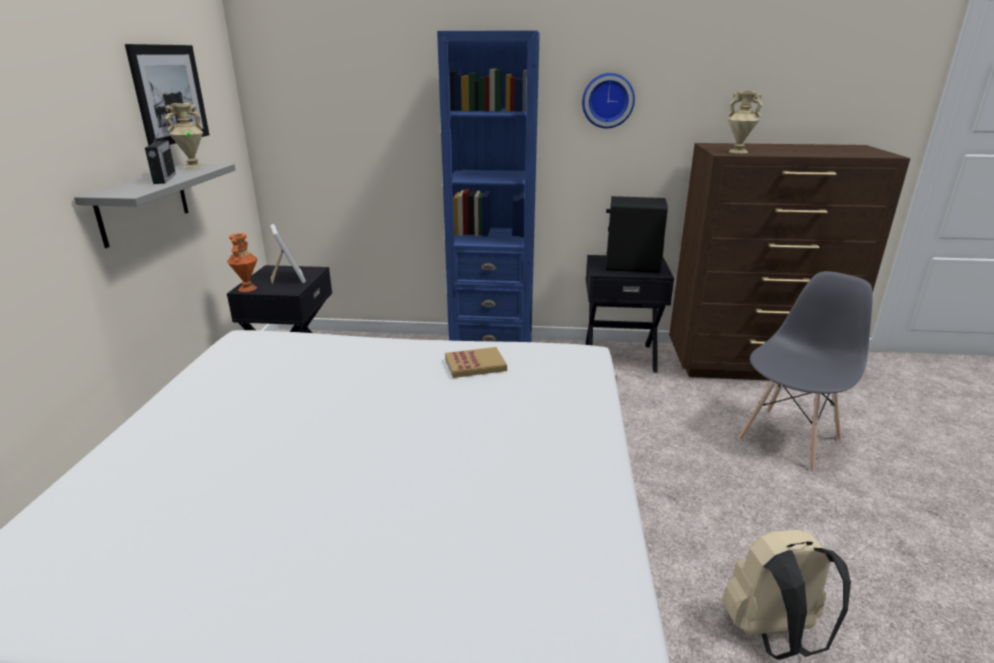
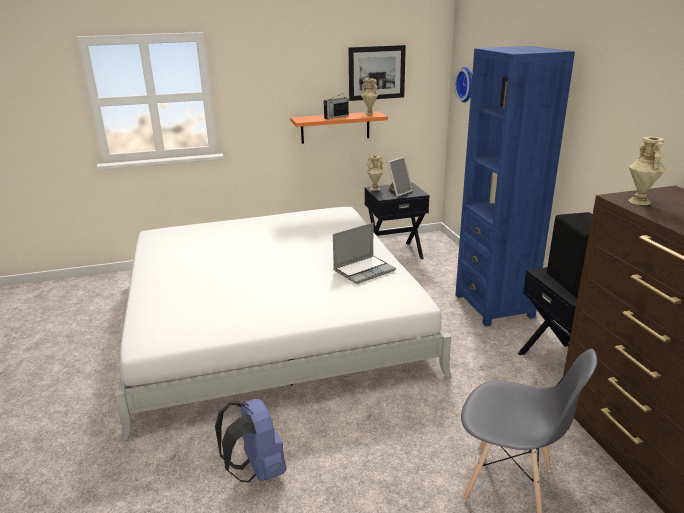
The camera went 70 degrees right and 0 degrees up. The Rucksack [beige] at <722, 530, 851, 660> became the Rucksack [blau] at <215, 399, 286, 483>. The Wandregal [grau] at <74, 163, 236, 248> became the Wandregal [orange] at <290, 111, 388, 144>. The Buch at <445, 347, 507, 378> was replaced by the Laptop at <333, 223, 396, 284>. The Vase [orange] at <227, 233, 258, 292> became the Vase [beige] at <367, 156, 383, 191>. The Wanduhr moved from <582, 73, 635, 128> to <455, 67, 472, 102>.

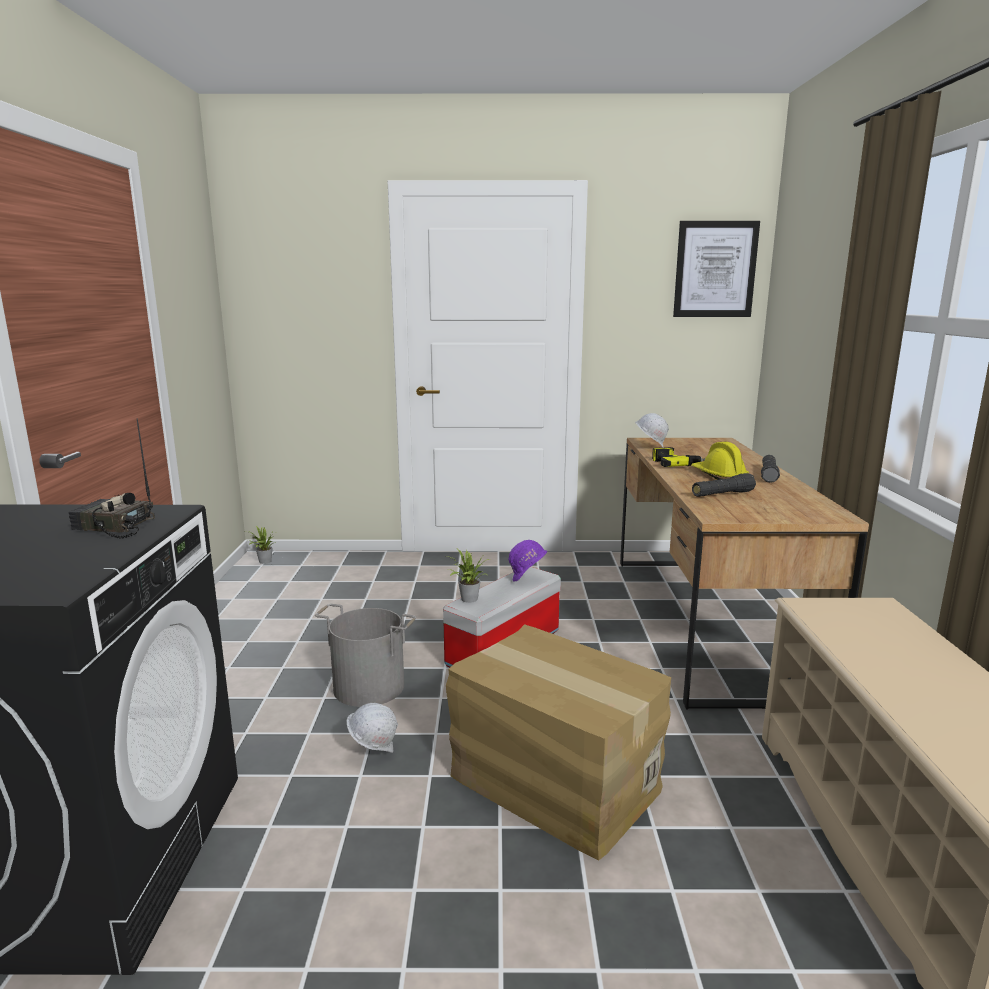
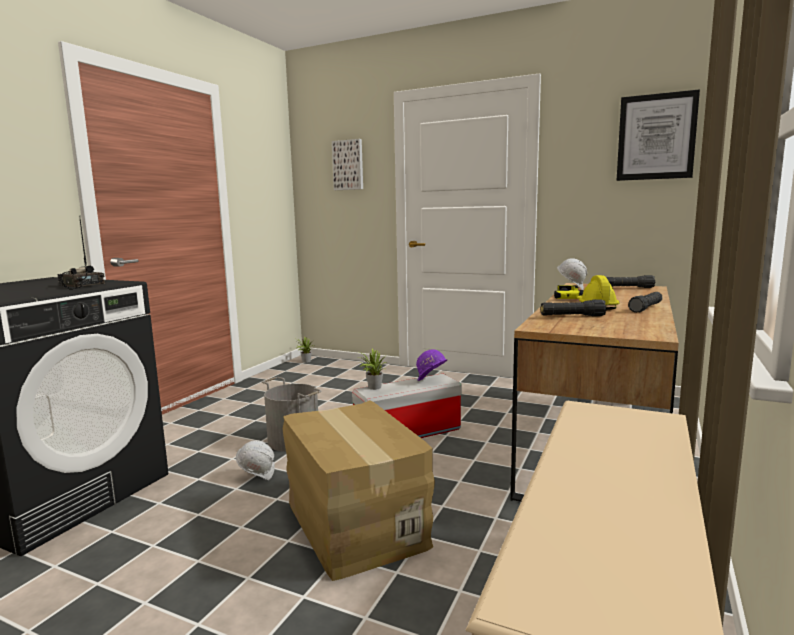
The camera went 25 degrees right and 5 degrees down. The Bild at <332, 139, 363, 190> appeared. The Taschenlampe [schwarz] at <606, 275, 655, 288> appeared.

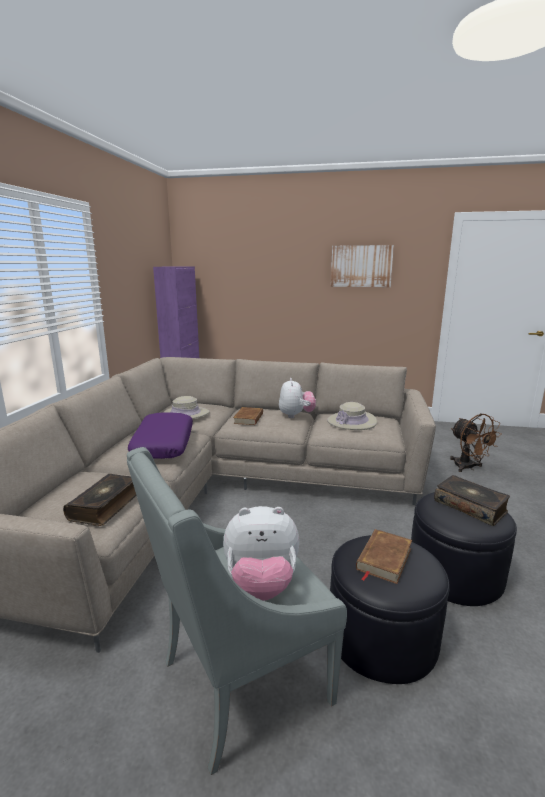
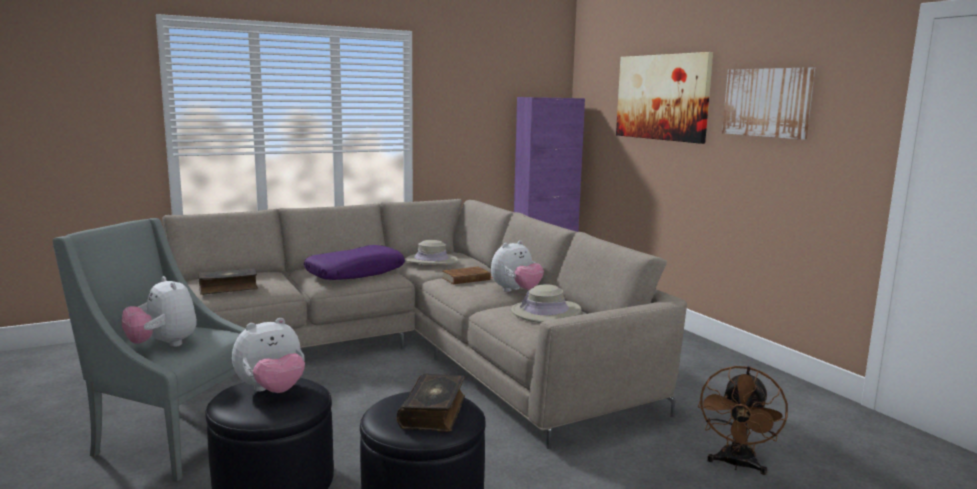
The camera went 50 degrees right and 5 degrees down. The Buch [braun] at <356, 529, 412, 584> was replaced by the Plüschtier at <232, 318, 305, 393>. The Bild at <616, 52, 713, 144> appeared.

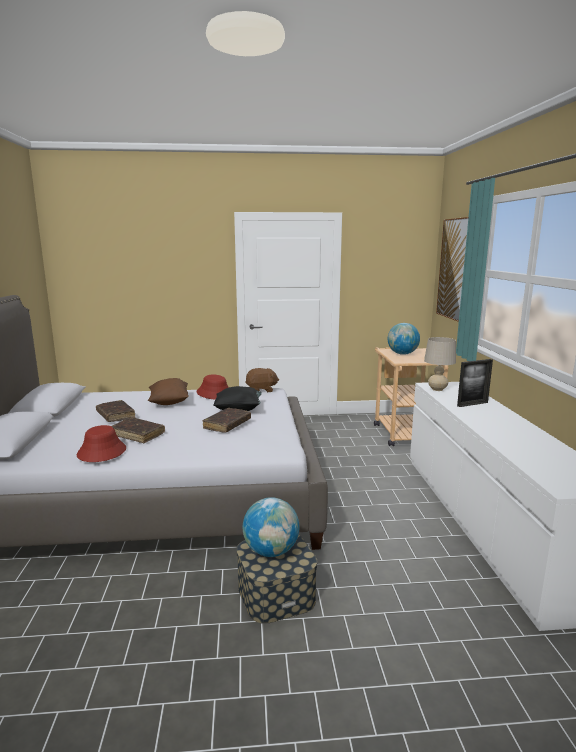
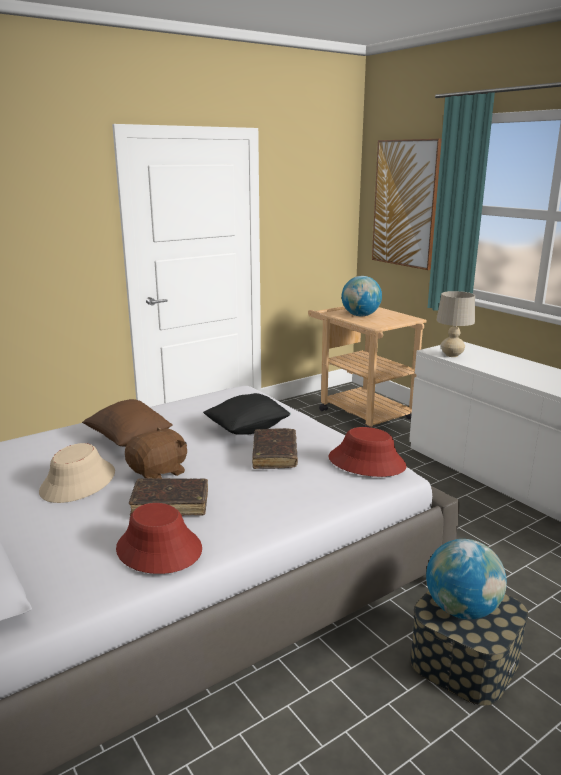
The camera went 30 degrees left and 5 degrees up. The Buch [braun] at <96, 400, 135, 422> was replaced by the Hut [beige] at <39, 443, 115, 503>. The Plüschtier [braun] moved from <245, 368, 279, 392> to <125, 427, 187, 478>. The Hut [rot] moved from <196, 375, 229, 400> to <328, 427, 406, 477>. The Bilderrahmen at <457, 359, 493, 407> disappeared.

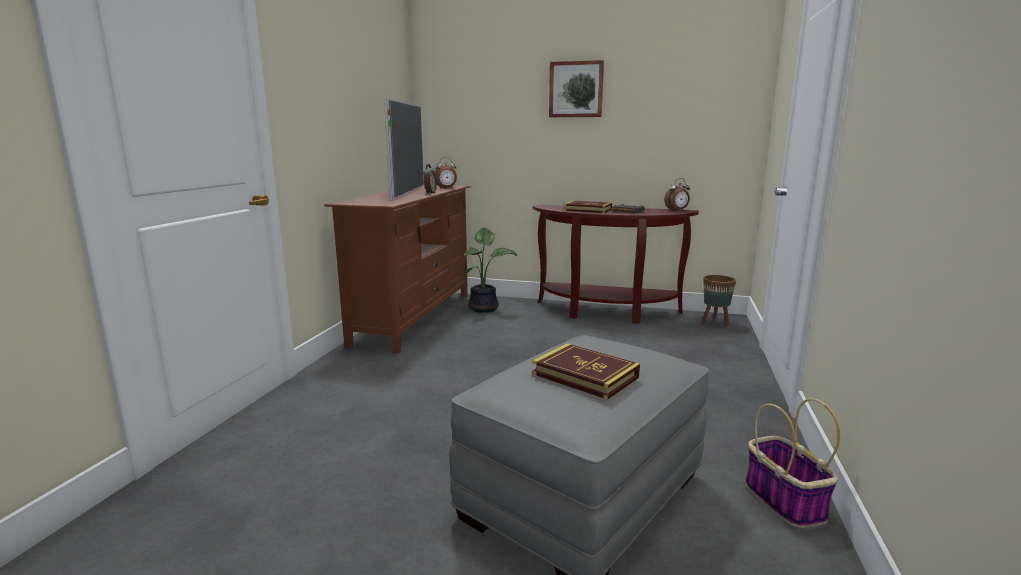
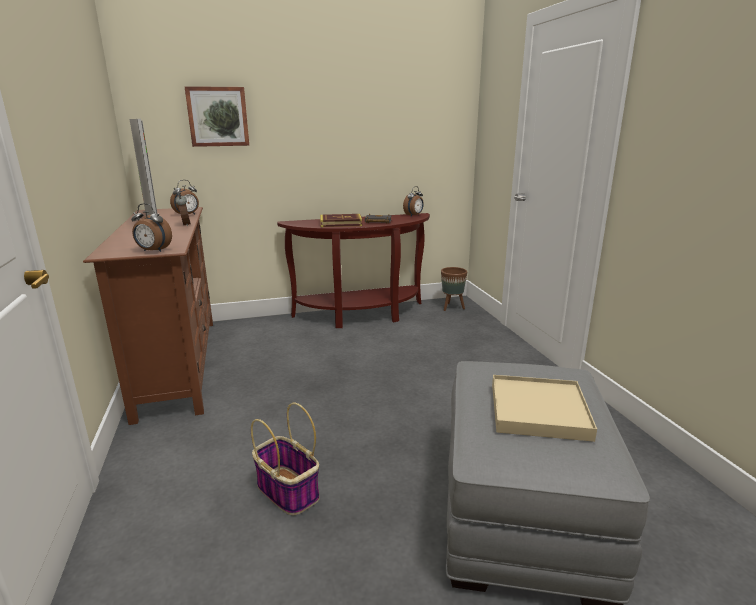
The camera went 30 degrees left and 5 degrees up. The Wecker at <131, 203, 172, 252> appeared. The Bild moved from <549, 60, 604, 117> to <184, 86, 249, 147>. The Korb moved from <745, 398, 840, 528> to <251, 402, 320, 515>. The Buch at <532, 343, 640, 400> was replaced by the Tablett [beige] at <492, 375, 597, 442>. The Topfpflanze at <459, 228, 517, 313> disappeared.

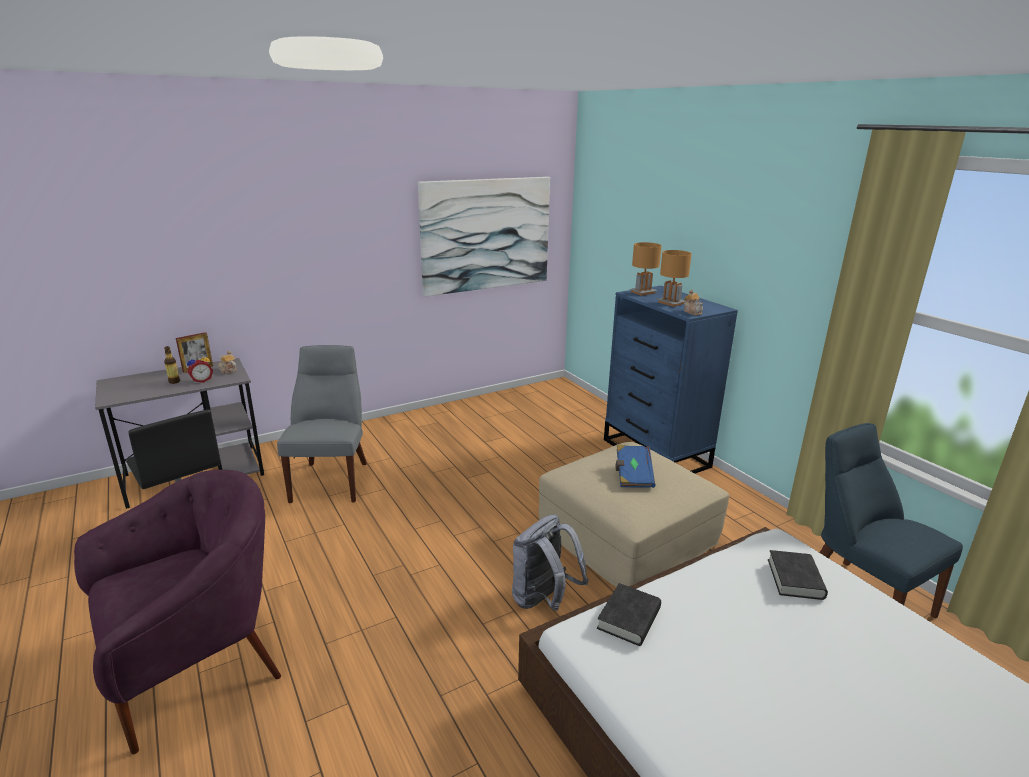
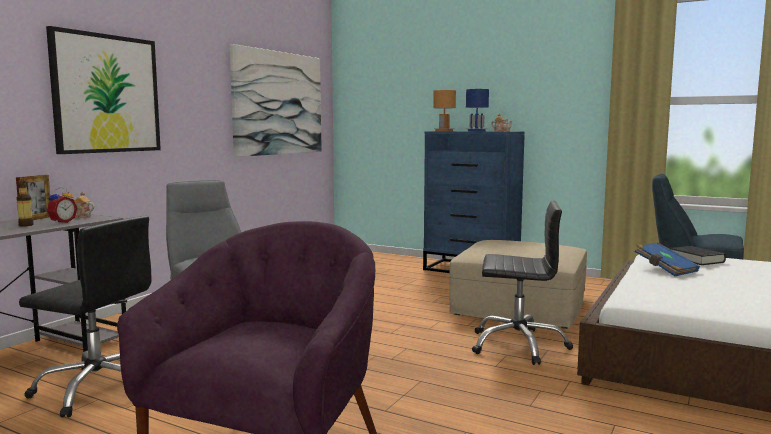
The camera went 30 degrees left and 15 degrees down. The Bild at <46, 26, 161, 154> appeared. The Tischlampe [braun] at <656, 250, 692, 307> became the Tischlampe [blau] at <466, 89, 489, 131>. The Rucksack [grau] at <512, 515, 588, 611> was replaced by the Bürostuhl [schwarz] at <472, 200, 573, 365>. The Buch [blau] moved from <615, 445, 656, 488> to <635, 243, 700, 276>. The Buch [schwarz] at <597, 583, 661, 646> disappeared.

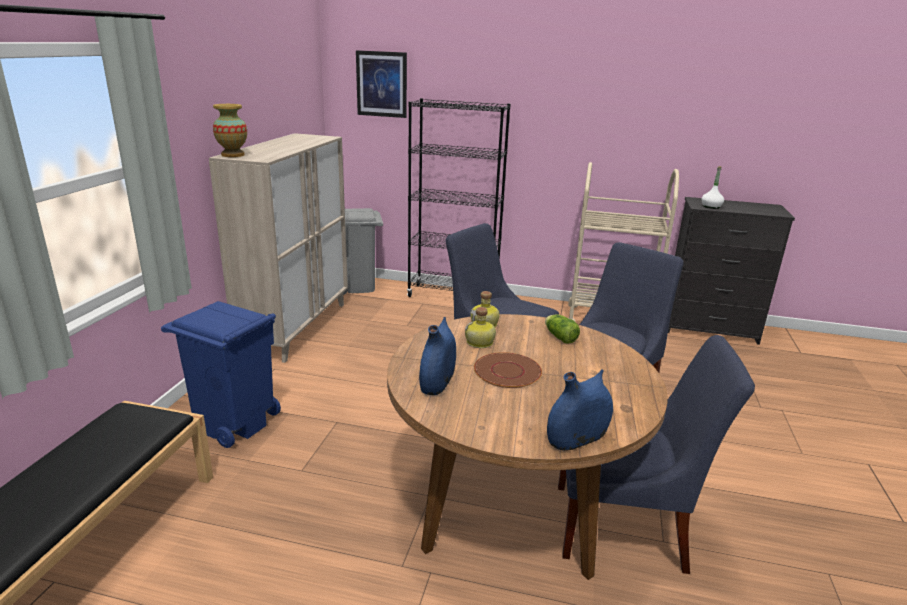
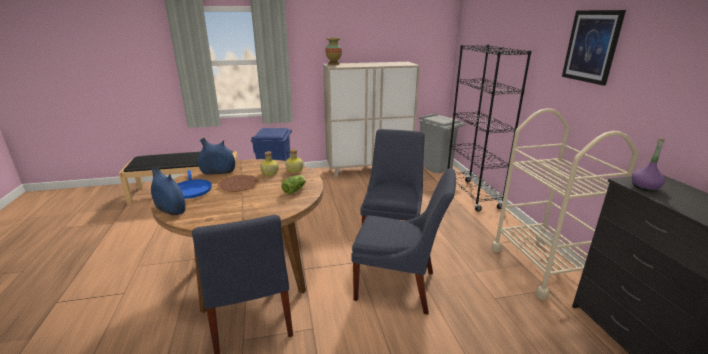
The camera went 65 degrees right and 0 degrees up. The Pfanne [blau] at <177, 170, 212, 199> appeared. The Bild moved from <356, 50, 407, 118> to <562, 10, 626, 86>. The Flasche [weiß] at <702, 166, 724, 209> became the Flasche [lila] at <632, 138, 665, 191>.

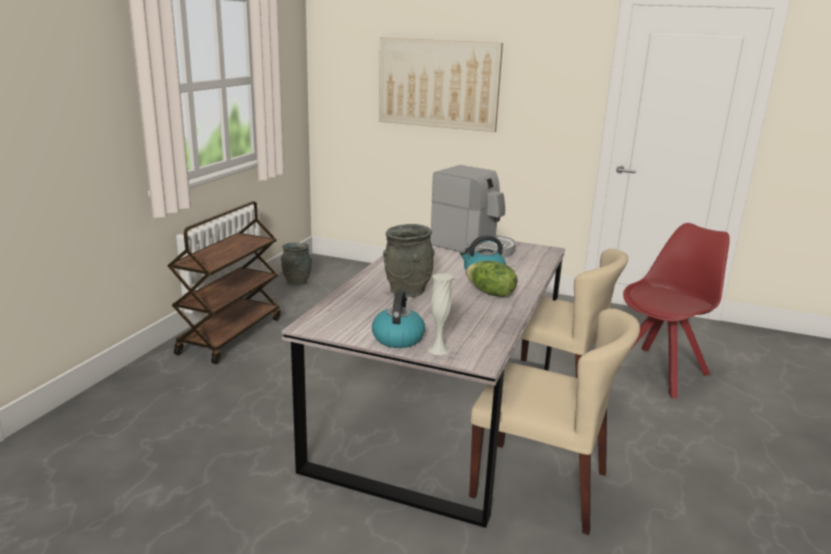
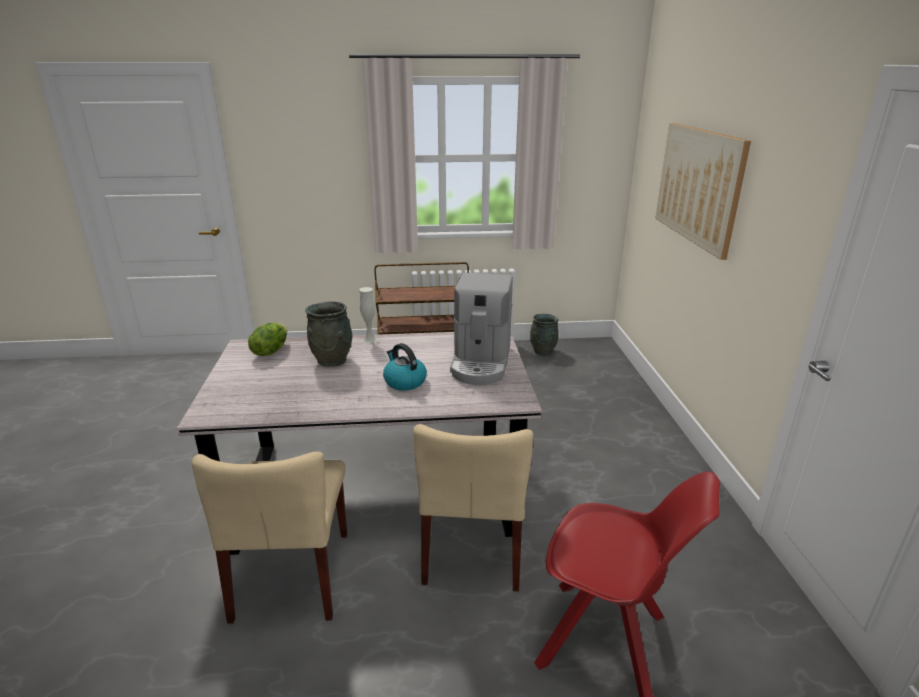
The camera went 65 degrees right and 5 degrees up. The Salatkopf moved from <466, 261, 517, 297> to <248, 323, 287, 356>. The Vase [weiß] moved from <427, 273, 452, 355> to <359, 287, 377, 344>. The Wasserkessel at <372, 290, 425, 348> disappeared.

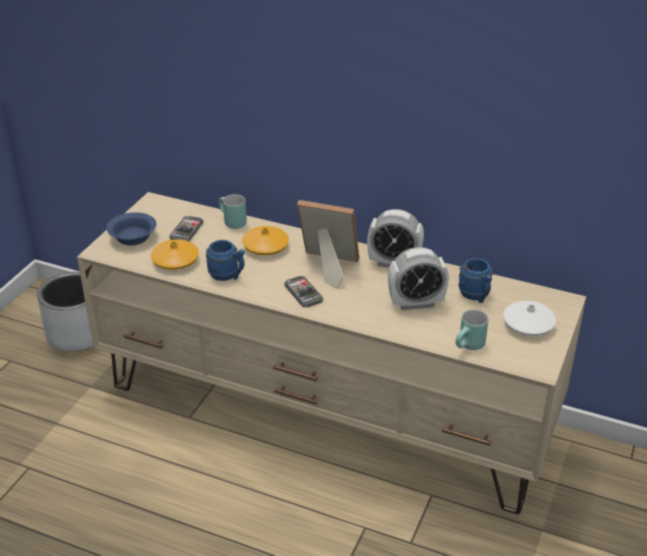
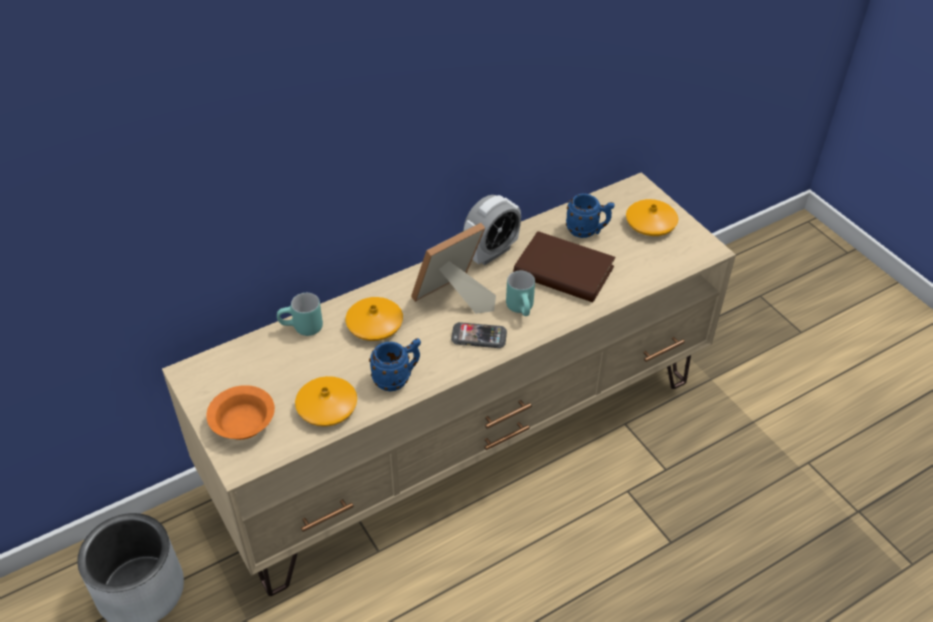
The camera went 55 degrees left and 10 degrees up. The Schüssel [blau] at <106, 212, 156, 245> became the Schüssel [orange] at <206, 385, 275, 440>. The Henkelbecher [türkis] moved from <456, 309, 488, 350> to <506, 271, 535, 316>. The Wecker at <388, 247, 449, 310> was replaced by the Buch [braun] at <513, 231, 615, 302>. The Vase [weiß] at <503, 301, 556, 336> became the Vase [orange] at <626, 199, 678, 236>. The Handy at <169, 216, 204, 241> disappeared.

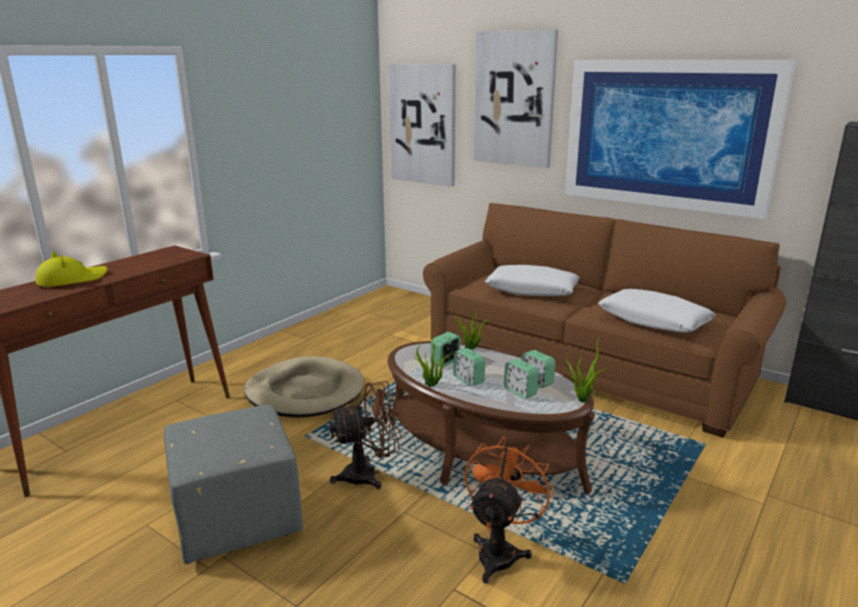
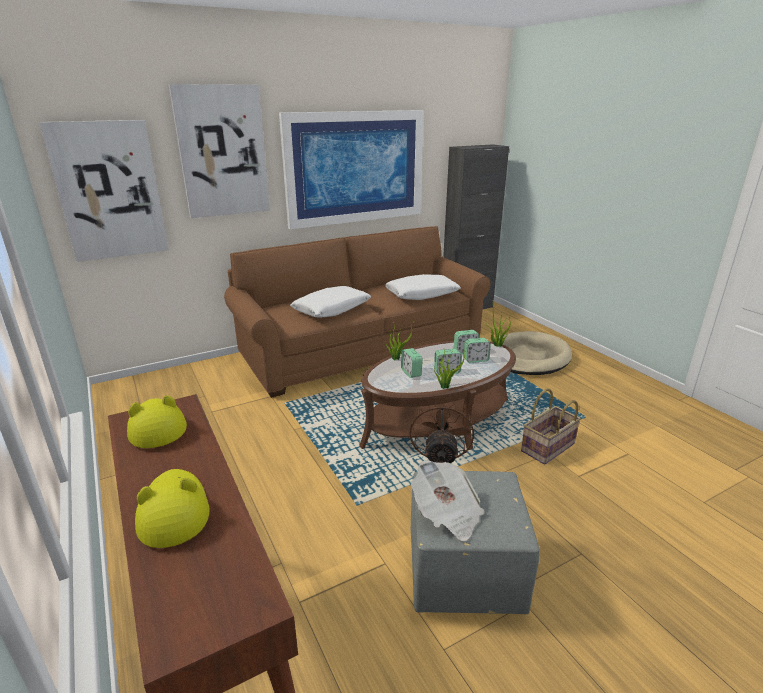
The camera went 65 degrees left and 5 degrees up. The Hut [gelb] at <127, 395, 187, 448> appeared. The Zeitung at <411, 460, 484, 541> appeared. The Hundebett [beige] moved from <244, 356, 364, 418> to <499, 331, 572, 375>. The Ventilator [orange] at <464, 437, 554, 584> was replaced by the Korb at <521, 389, 581, 464>.

